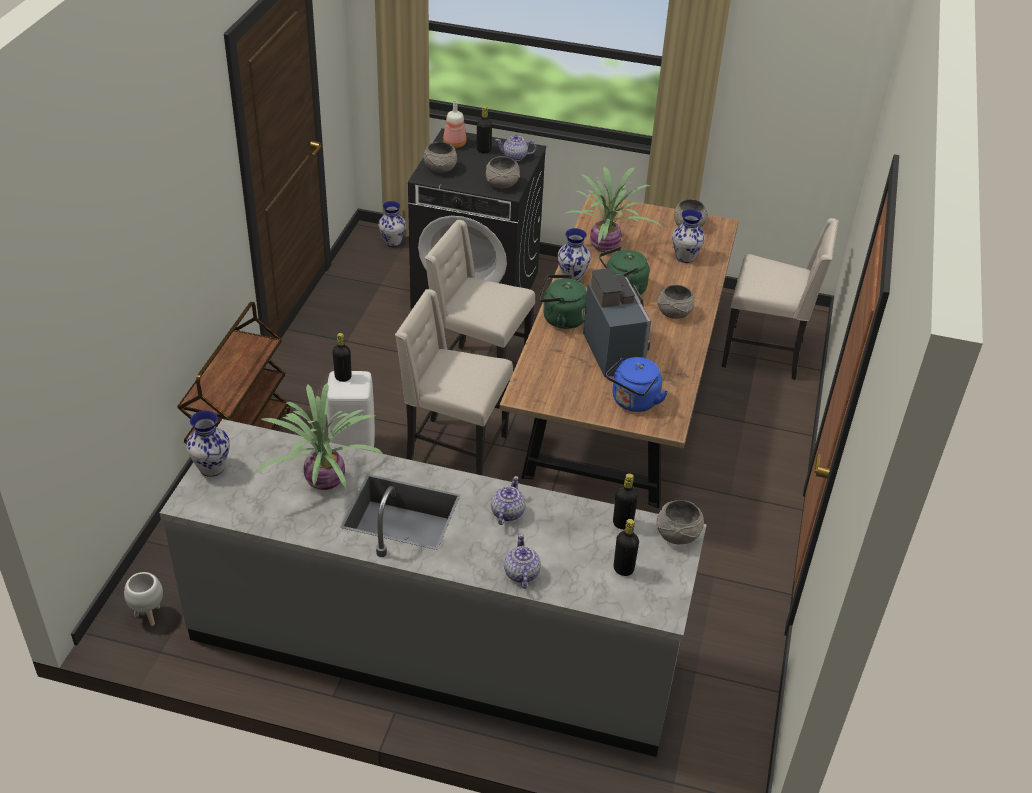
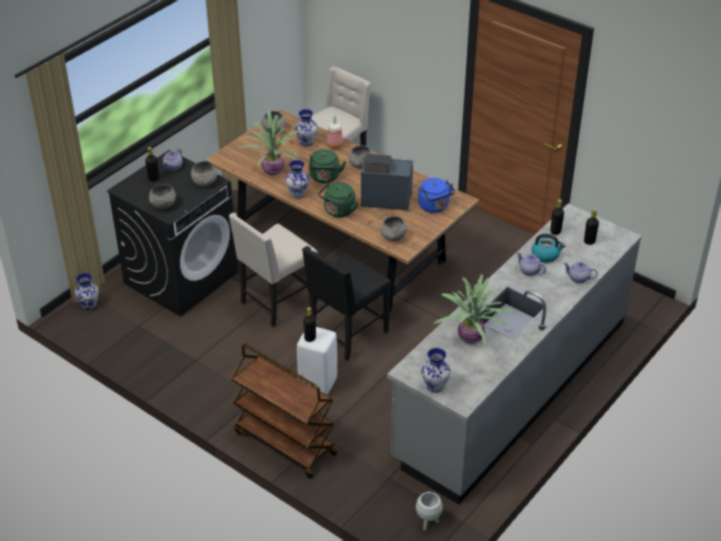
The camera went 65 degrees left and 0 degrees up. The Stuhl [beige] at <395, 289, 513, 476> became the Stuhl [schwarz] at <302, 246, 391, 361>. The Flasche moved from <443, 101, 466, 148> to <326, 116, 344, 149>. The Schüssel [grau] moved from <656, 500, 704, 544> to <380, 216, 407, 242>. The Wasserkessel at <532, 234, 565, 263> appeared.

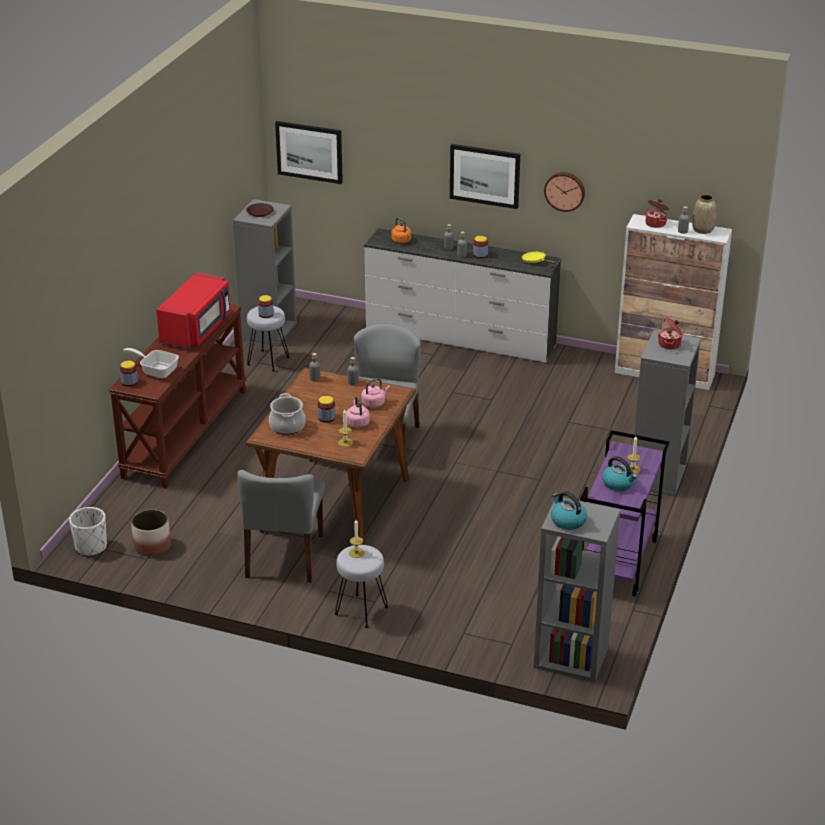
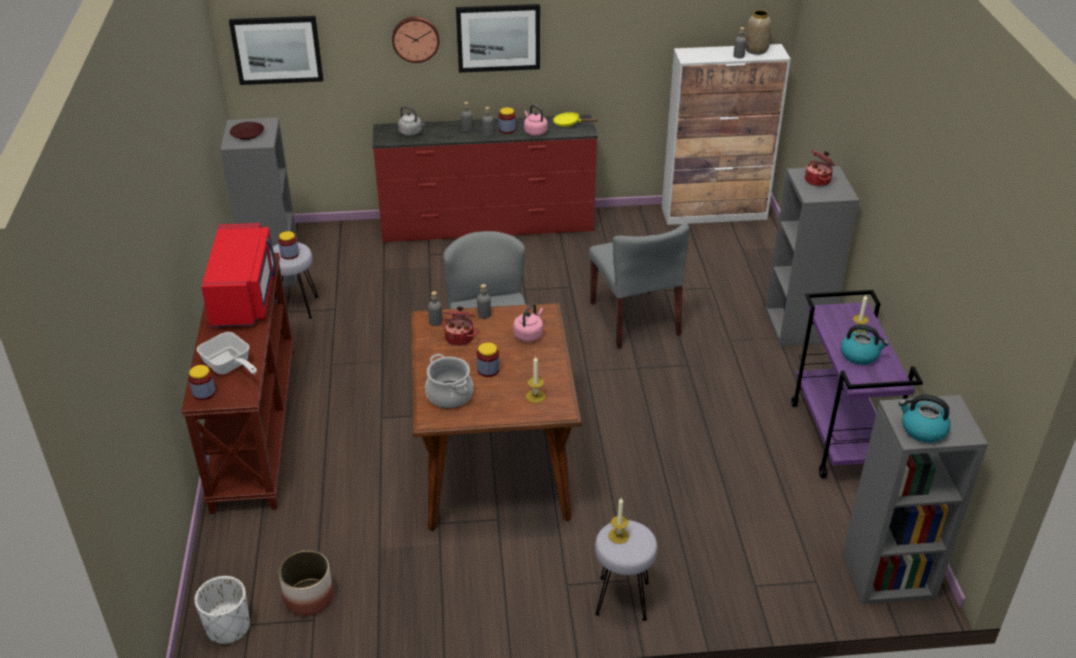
The camera went 25 degrees left and 5 degrees up. The Pfanne at <123, 348, 179, 378> turned 135 degrees counterclockwise. The Kommode [weiß] at <364, 228, 561, 362> became the Kommode [rot] at <373, 114, 598, 242>. The Wanduhr moved from <544, 172, 585, 212> to <392, 17, 439, 63>. The Wasserkessel [orange] at <391, 218, 412, 244> became the Wasserkessel [grau] at <398, 106, 425, 136>. The Kochtopf moved from <645, 199, 669, 228> to <442, 306, 477, 346>. The Wasserkessel [rosa] moved from <346, 396, 370, 428> to <524, 105, 547, 136>. The Stuhl [grau] moved from <237, 470, 325, 583> to <589, 223, 690, 349>.

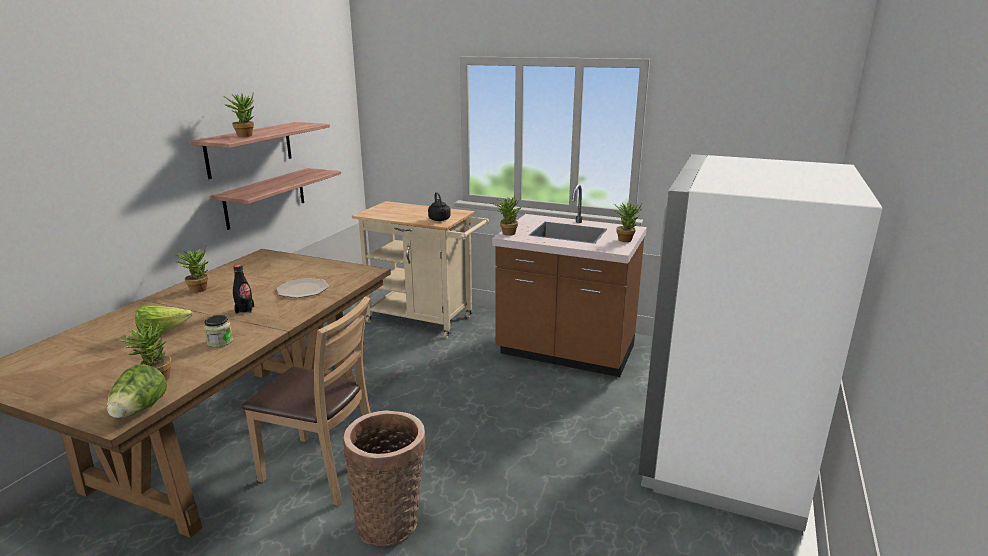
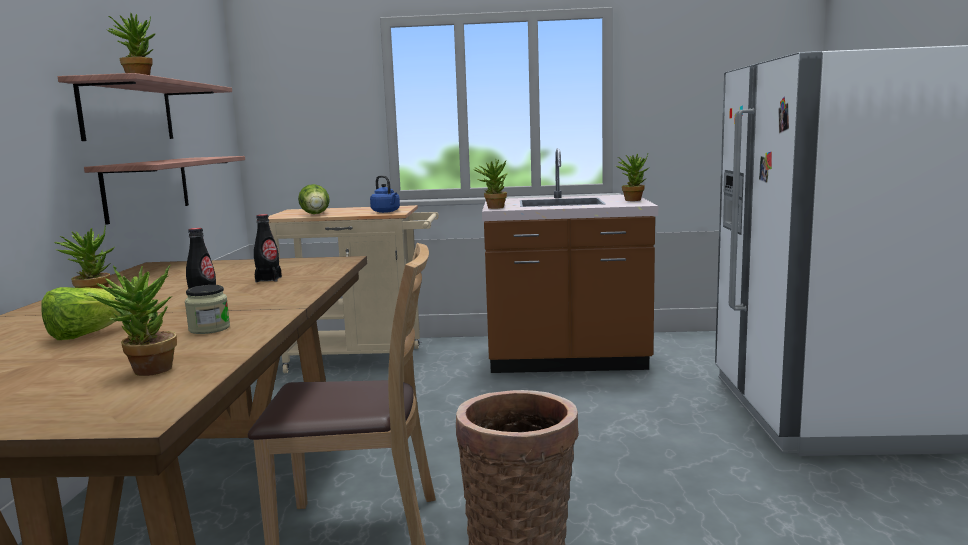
The camera went 20 degrees left and 10 degrees down. The Teller at <276, 278, 329, 298> was replaced by the Flasche [schwarz] at <254, 214, 282, 282>. The Salatkopf moved from <107, 364, 167, 418> to <298, 184, 330, 214>. The Wasserkessel [schwarz] at <428, 192, 451, 221> became the Wasserkessel [blau] at <370, 175, 400, 213>.

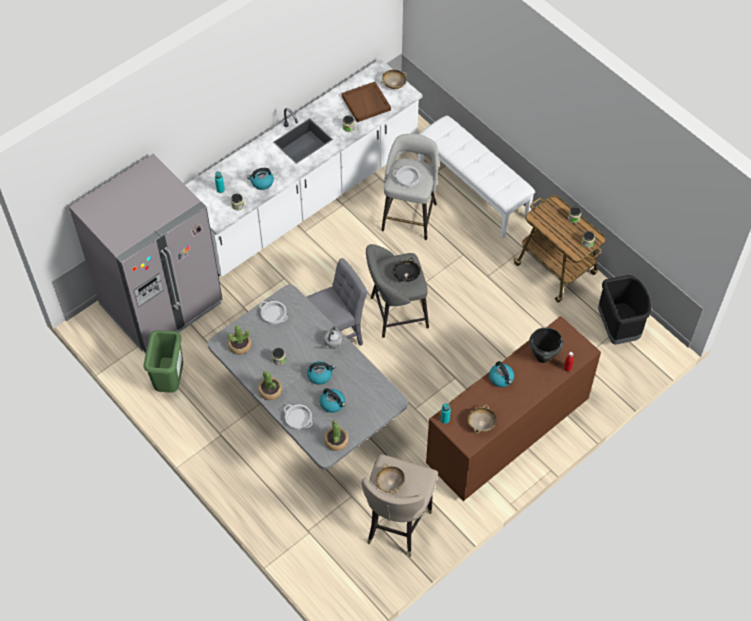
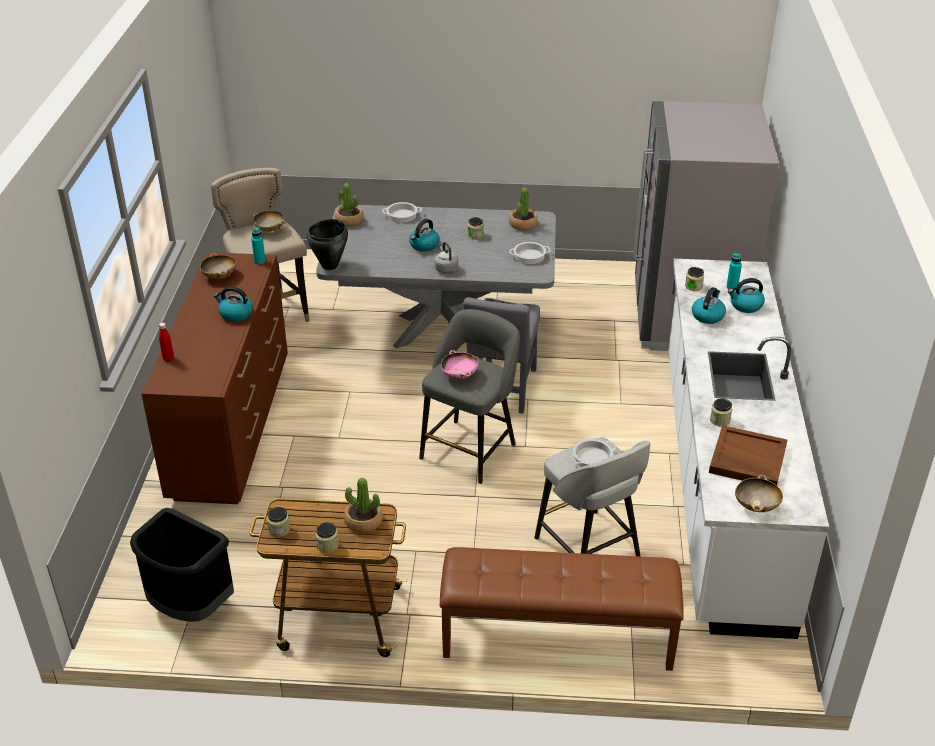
The camera went 135 degrees right and 20 degrees down. The Kochtopf [schwarz] moved from <529, 327, 563, 363> to <307, 219, 348, 270>. The Topfpflanze moved from <258, 371, 282, 400> to <344, 478, 383, 533>. The Bank [weiß] at <418, 116, 535, 238> became the Bank [braun] at <440, 547, 684, 671>. The Schüssel [schwarz] at <393, 258, 420, 282> became the Schüssel [rosa] at <441, 350, 478, 379>. The Wasserkessel moved from <320, 388, 346, 413> to <728, 278, 765, 313>. The Mülleimer [grün] at <144, 330, 183, 393> disappeared.

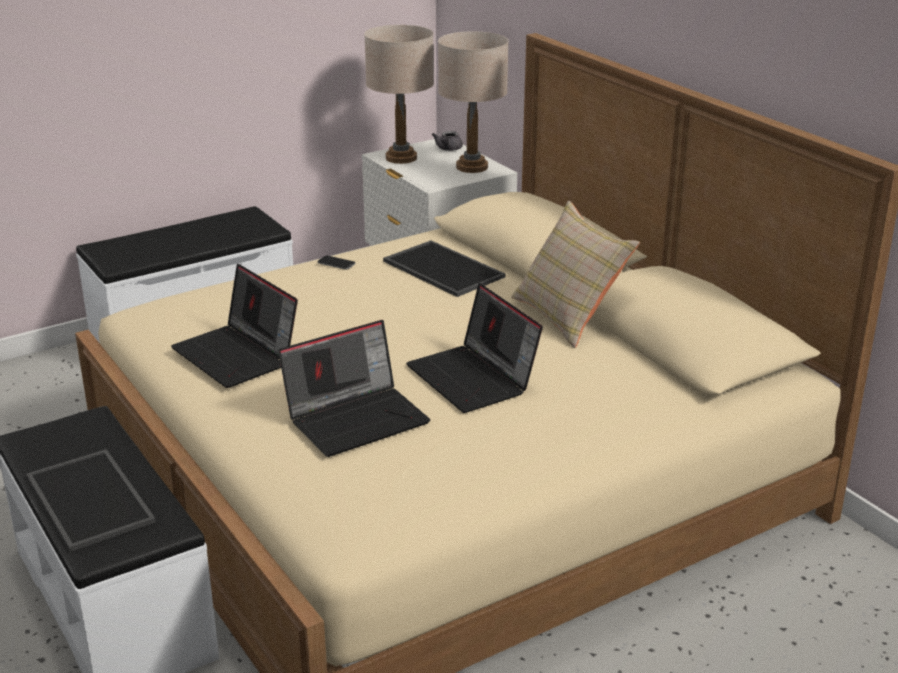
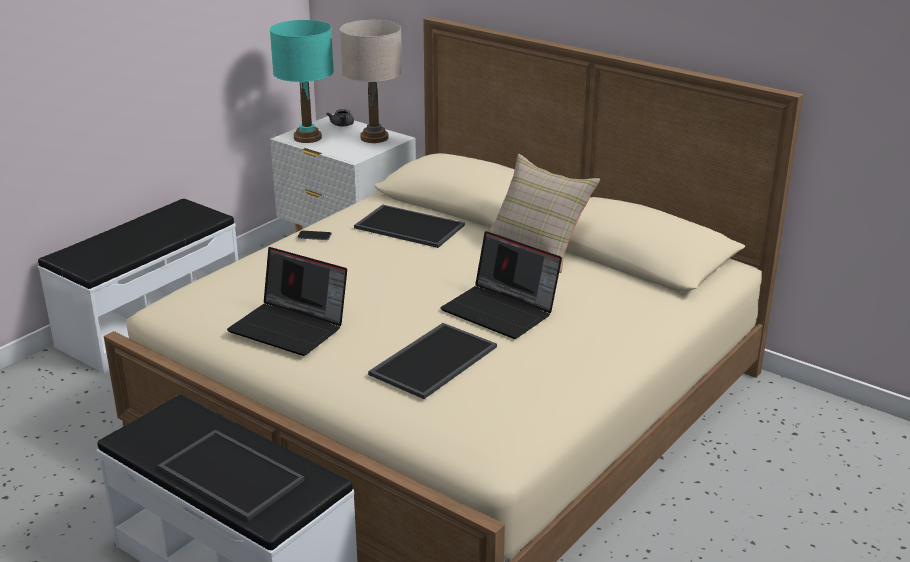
The camera went 20 degrees left and 0 degrees up. The Tischlampe [beige] at <364, 25, 434, 164> became the Tischlampe [türkis] at <270, 20, 334, 143>. The Laptop at <278, 320, 430, 457> was replaced by the Tablett at <368, 323, 497, 399>.

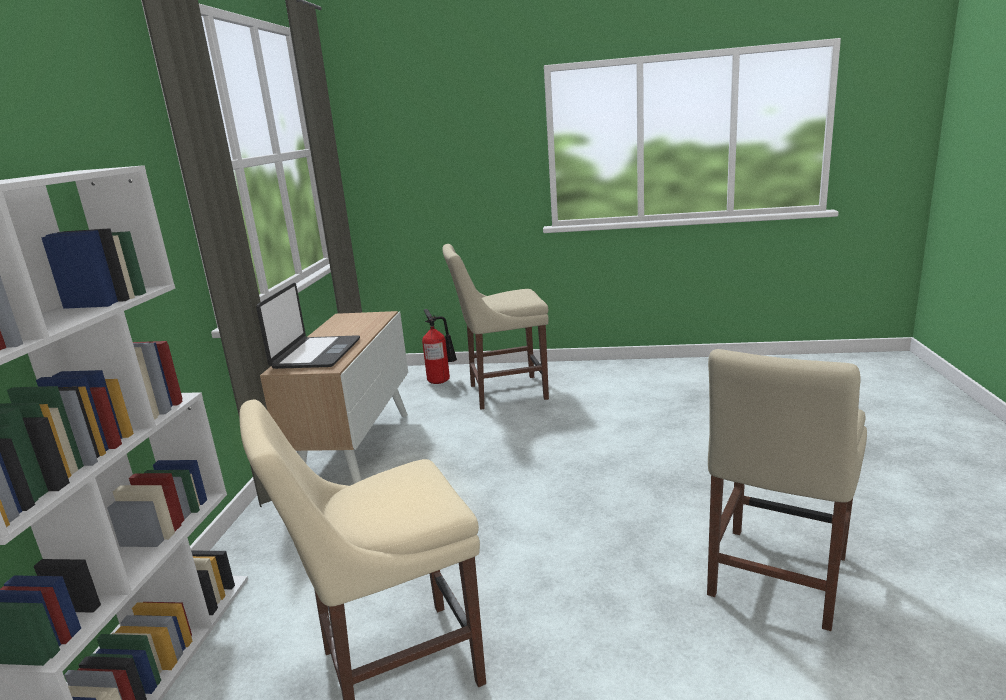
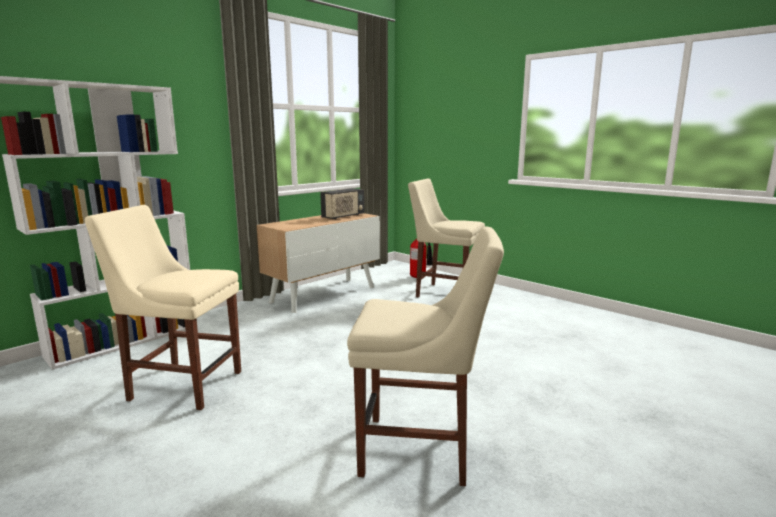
The camera went 35 degrees right and 5 degrees down. The Radio at <320, 188, 364, 219> appeared. The Stuhl [beige] at <707, 349, 867, 631> turned 150 degrees counterclockwise. The Laptop at <256, 283, 360, 369> disappeared.

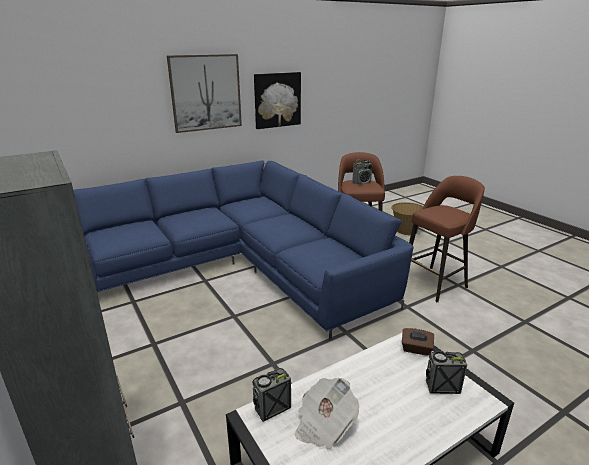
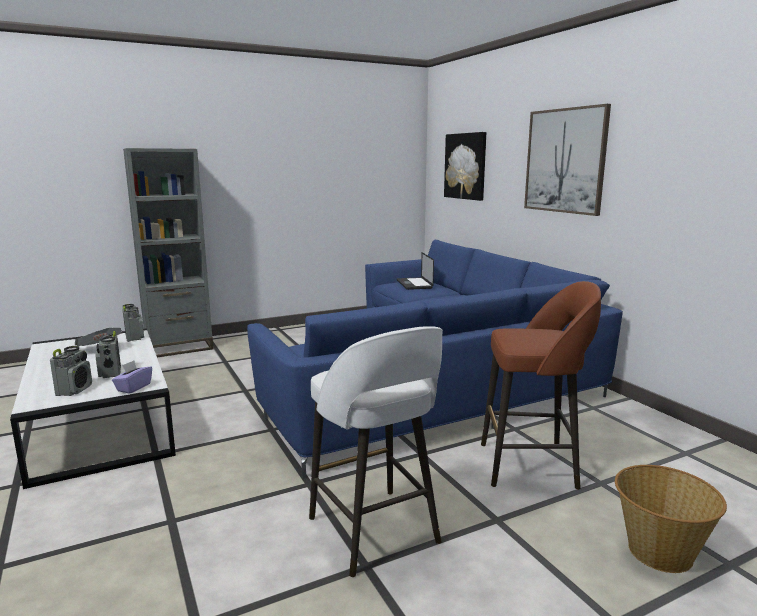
The camera went 95 degrees right and 10 degrees down. The Radio moved from <352, 159, 372, 185> to <95, 331, 121, 378>. The Taschentuchbox [braun] at <402, 328, 434, 356> became the Taschentuchbox [lila] at <112, 360, 152, 394>. The Hocker [braun] at <409, 176, 485, 303> became the Hocker [weiß] at <309, 326, 443, 578>. The Laptop at <397, 252, 434, 290> appeared. The Bild moved from <254, 72, 301, 129> to <444, 132, 486, 201>.

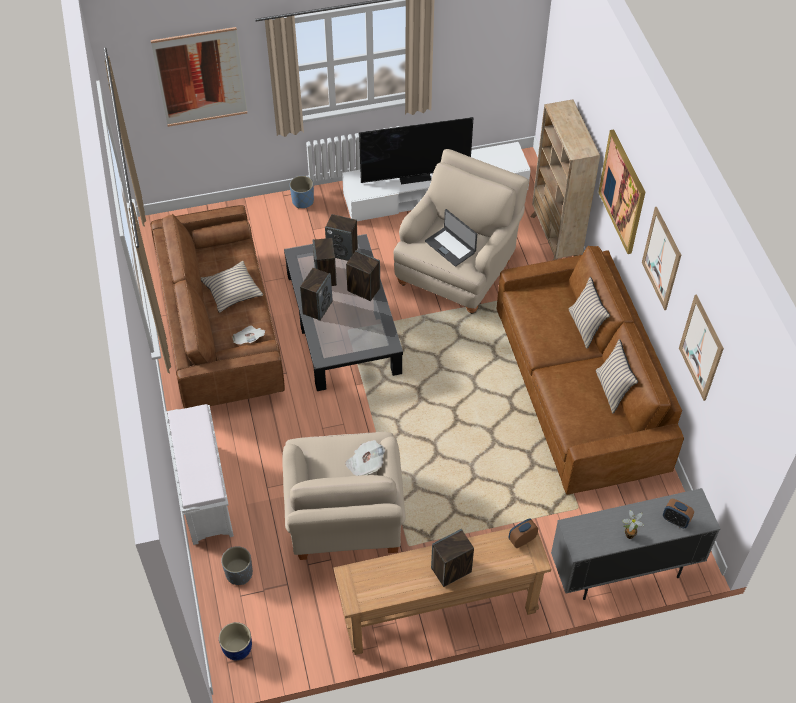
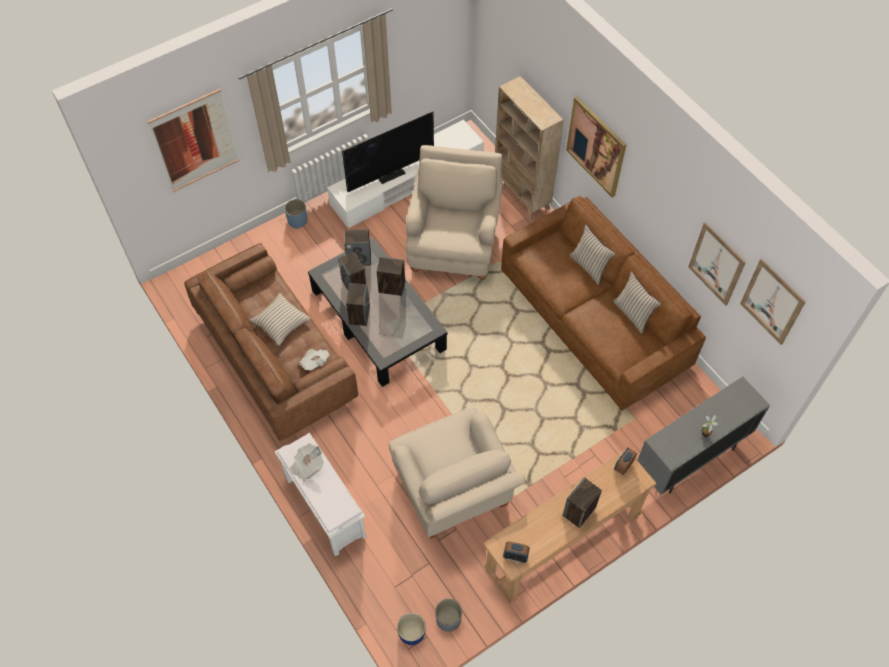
The camera went 20 degrees left and 5 degrees up. The Zeitung moved from <345, 440, 385, 476> to <289, 443, 323, 481>. The Pflanzkübel [grau] moved from <221, 546, 253, 585> to <435, 599, 462, 632>. The Wecker moved from <663, 499, 694, 528> to <503, 542, 530, 563>. The Bild moved from <642, 207, 681, 310> to <740, 259, 806, 345>. The Laptop at <425, 209, 477, 267> disappeared.

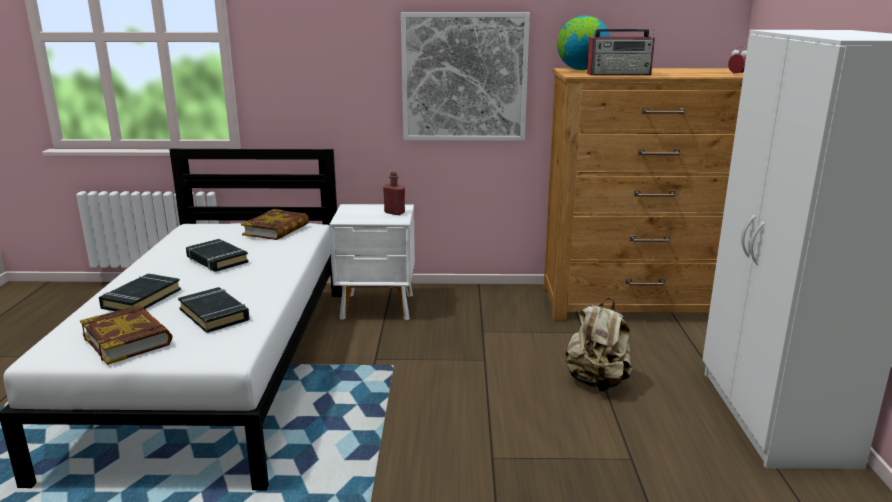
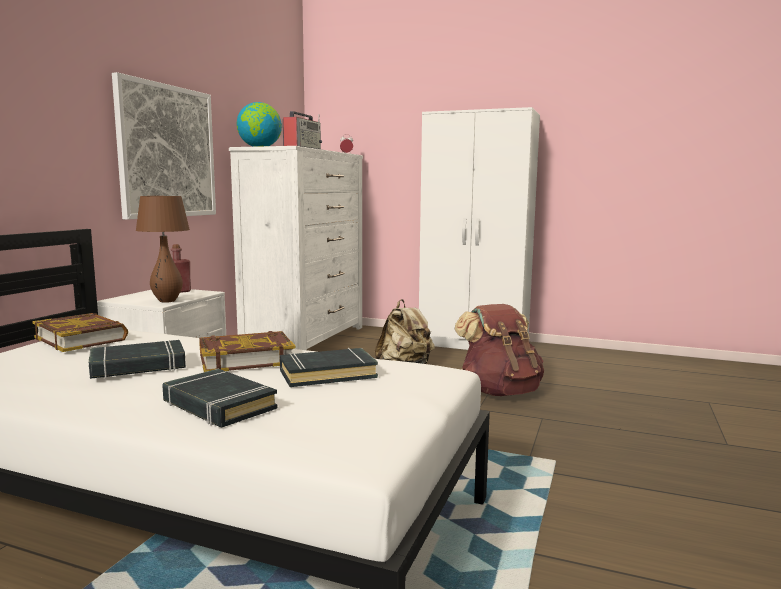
The camera went 70 degrees left and 10 degrees down. The Tischlampe [braun] at <136, 196, 190, 303> appeared. The Buch moved from <80, 305, 173, 365> to <199, 331, 295, 372>. The Kommode [braun] at <544, 68, 744, 321> became the Kommode [weiß] at <229, 146, 363, 350>. The Rucksack [braun] at <455, 304, 544, 396> appeared.

